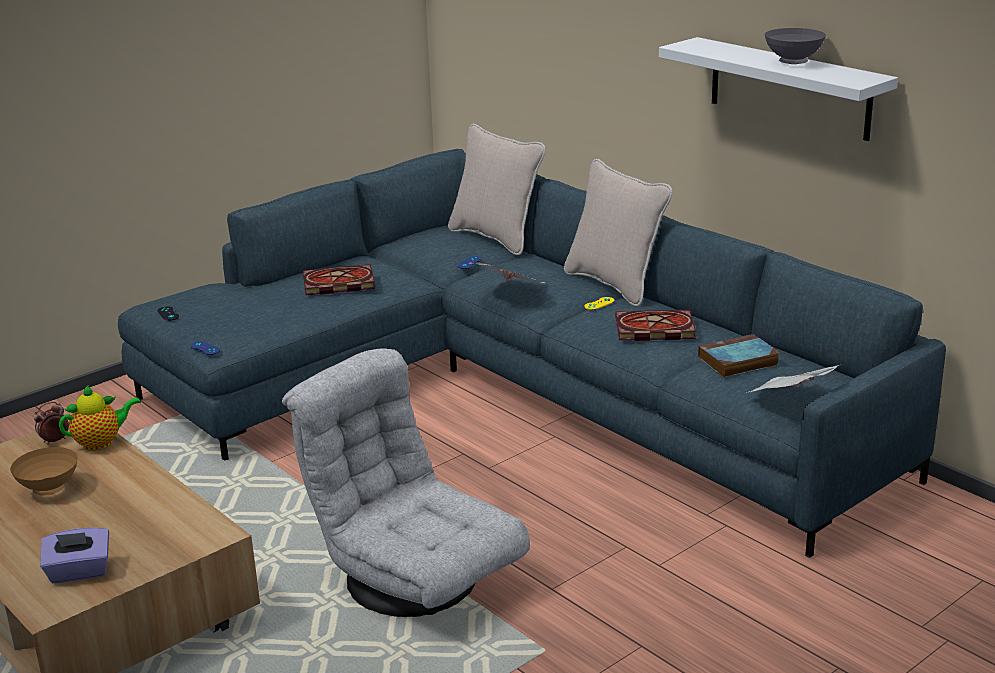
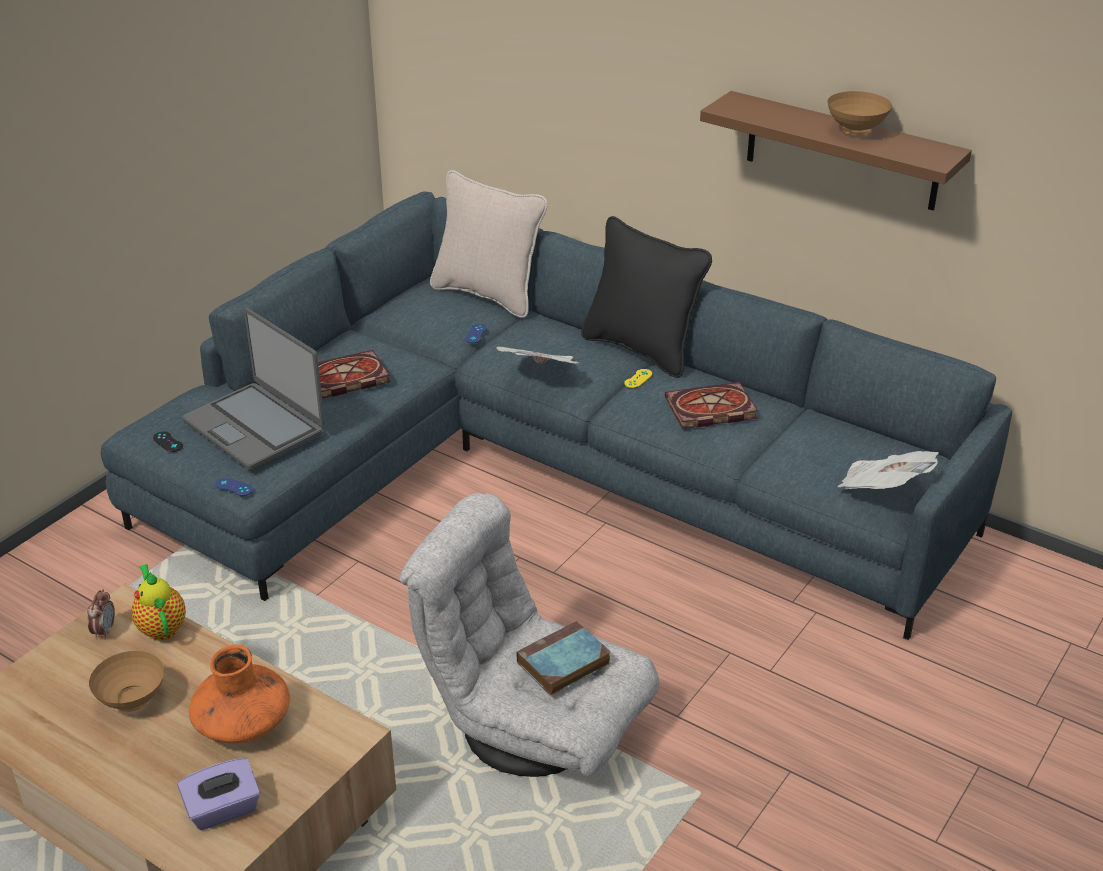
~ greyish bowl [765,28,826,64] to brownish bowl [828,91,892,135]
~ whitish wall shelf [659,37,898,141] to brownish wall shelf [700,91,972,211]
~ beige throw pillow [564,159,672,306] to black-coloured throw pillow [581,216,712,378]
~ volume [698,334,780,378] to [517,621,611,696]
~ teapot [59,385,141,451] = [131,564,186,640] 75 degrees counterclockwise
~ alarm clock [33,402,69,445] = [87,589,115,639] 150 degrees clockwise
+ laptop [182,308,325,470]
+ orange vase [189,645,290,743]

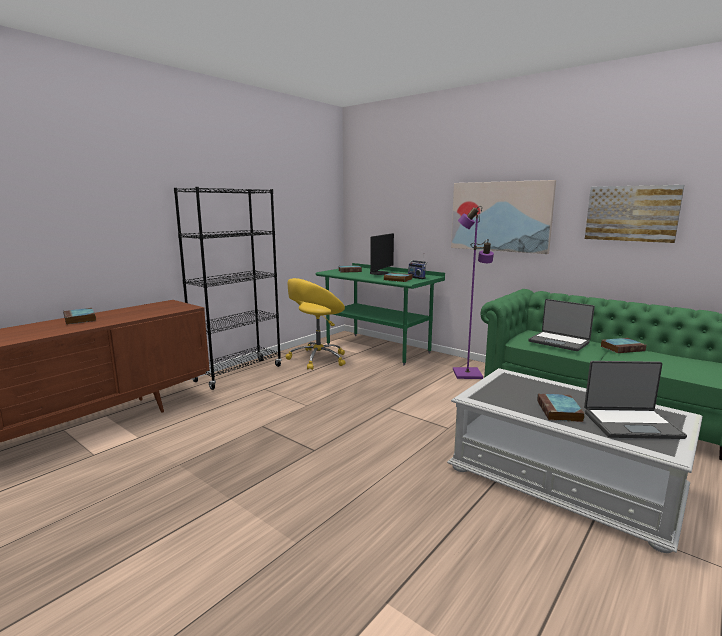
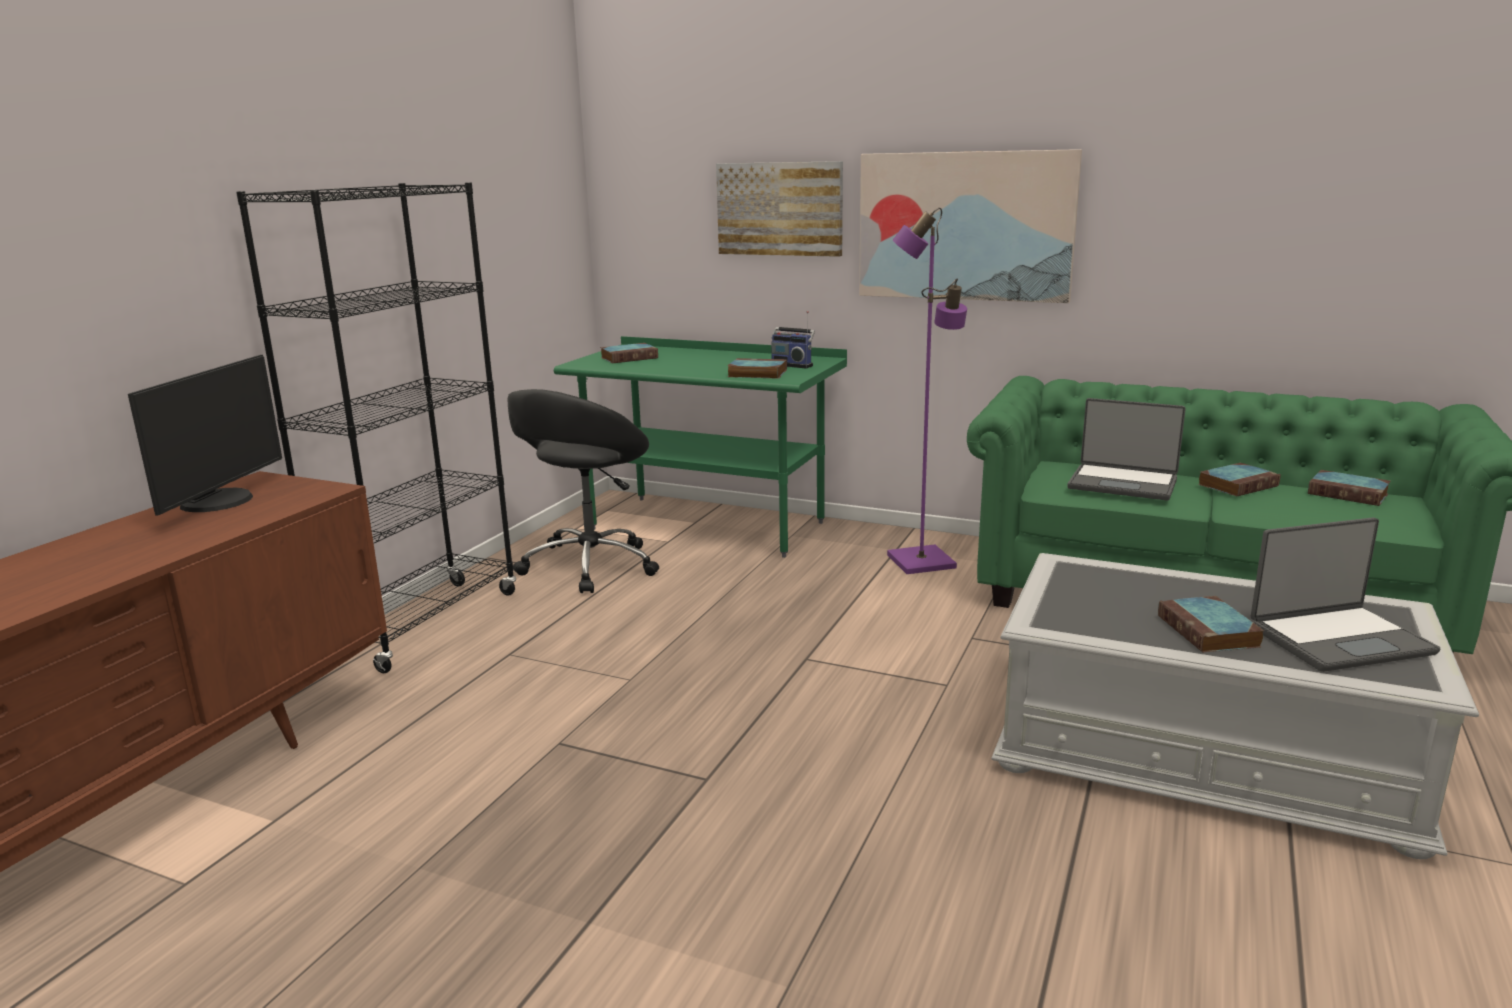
~ wall art [585,185,684,243] to [716,161,843,257]
~ computer screen [370,233,394,275] to [128,355,282,516]
~ yellow-coloured office chair [285,278,346,370] to black-coloured office chair [507,389,659,593]
~ volume [63,308,96,325] to [1308,470,1391,506]

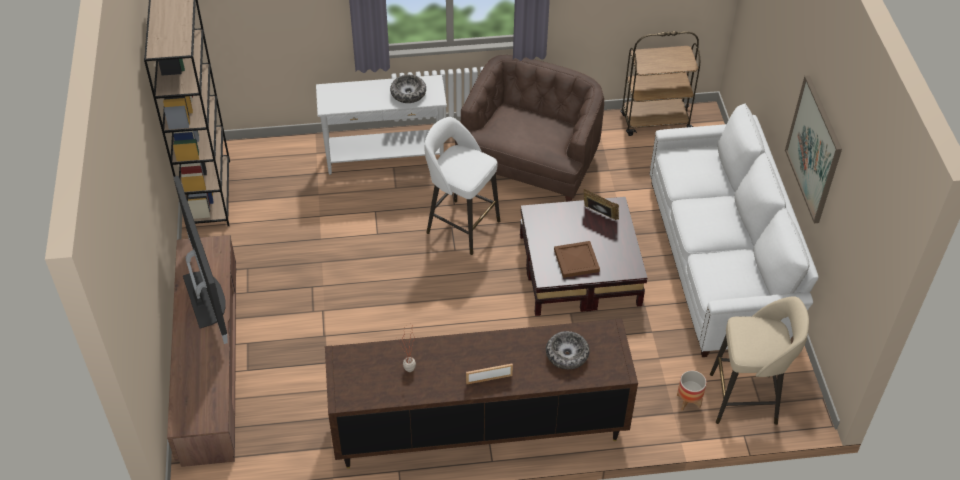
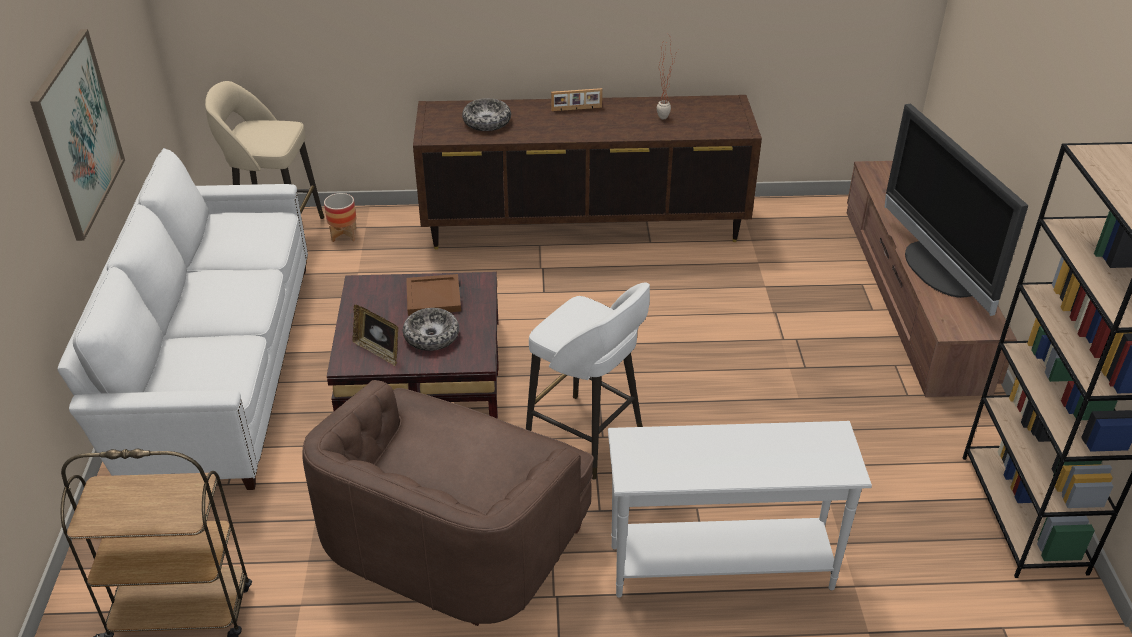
~ bowl [390,75,426,103] to [403,308,459,351]

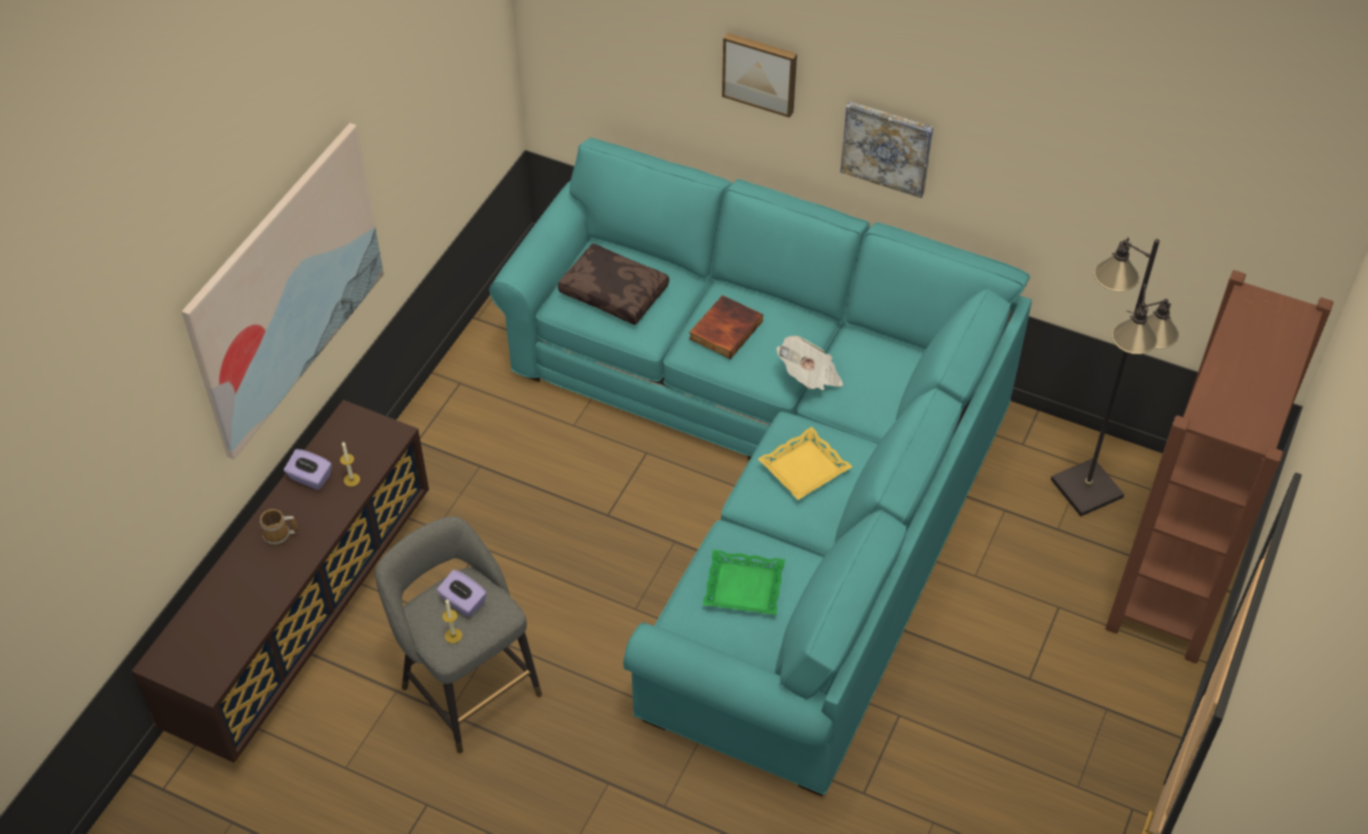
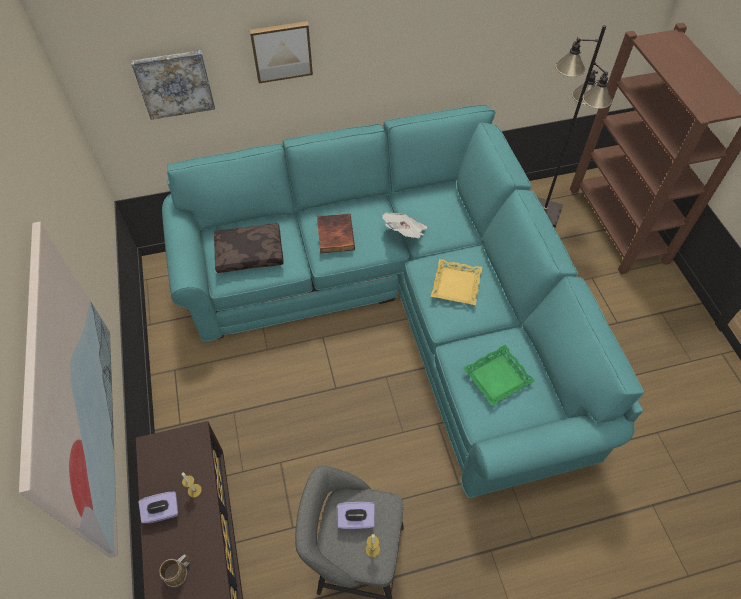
~ wall art [840,101,933,198] to [131,50,215,120]

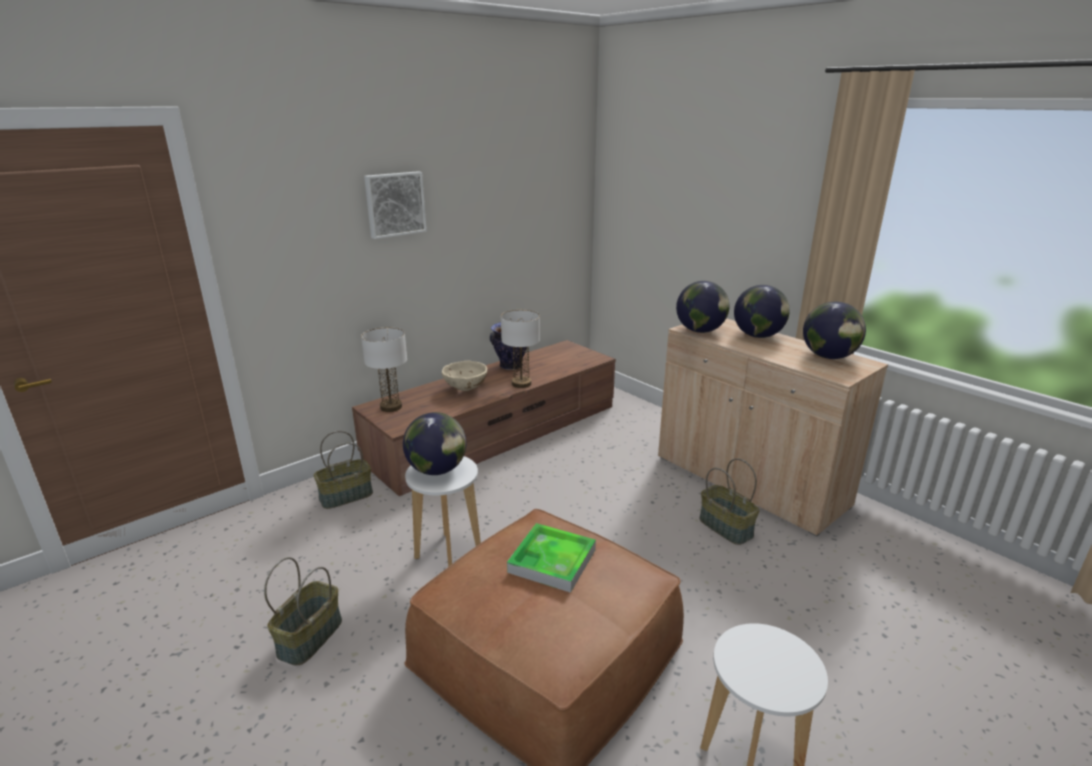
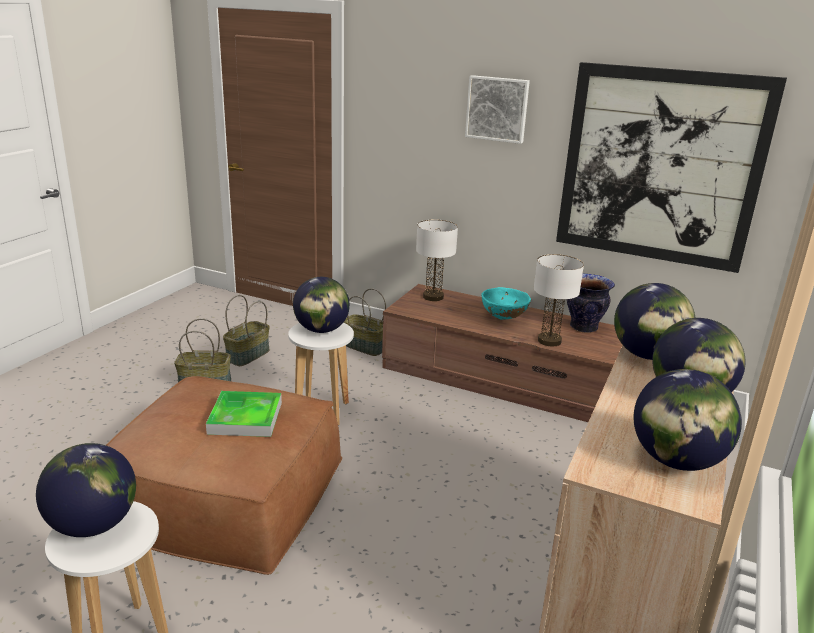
~ beige bowl [442,361,487,391] to blue-green bowl [481,287,531,320]
~ household basket [700,458,759,545] to [223,295,270,366]
+ wall art [556,62,787,273]
+ globe [36,443,136,537]

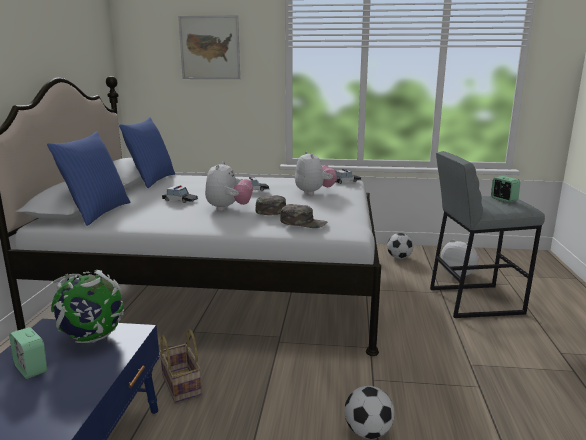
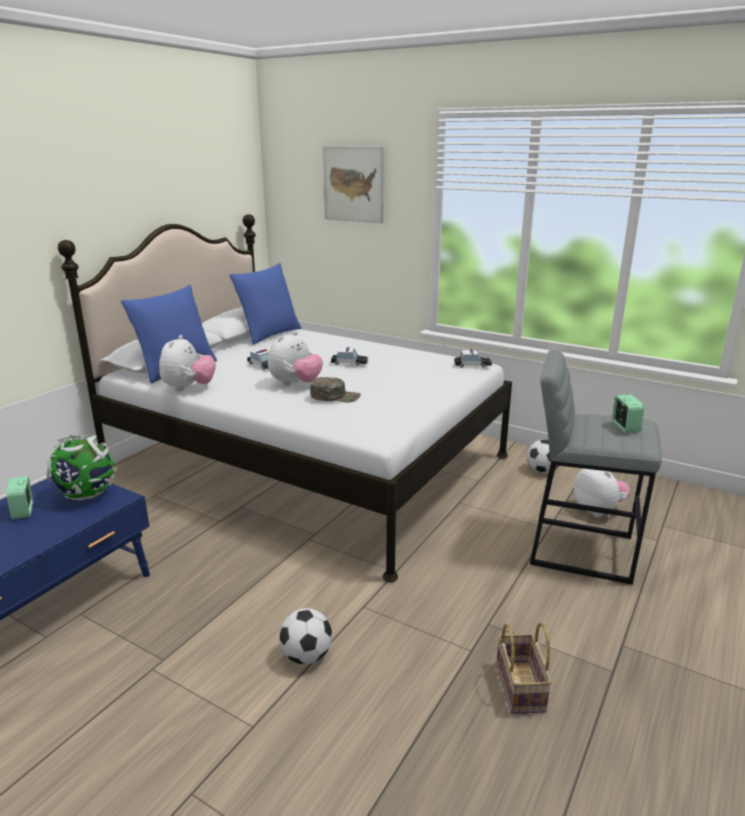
~ cuddly toy [295,151,337,195] to [159,335,216,392]
- greenish cap [280,204,328,228]
~ household basket [159,329,202,403] to [496,622,552,714]

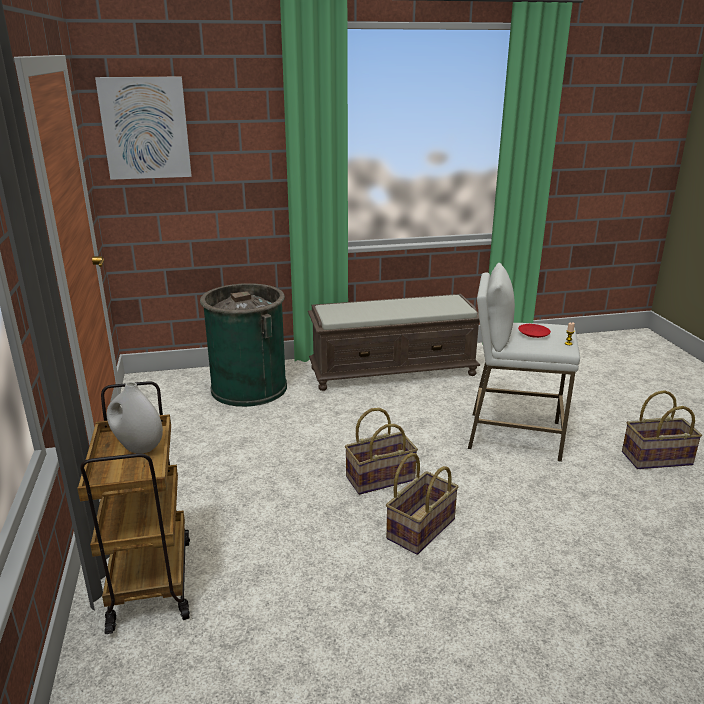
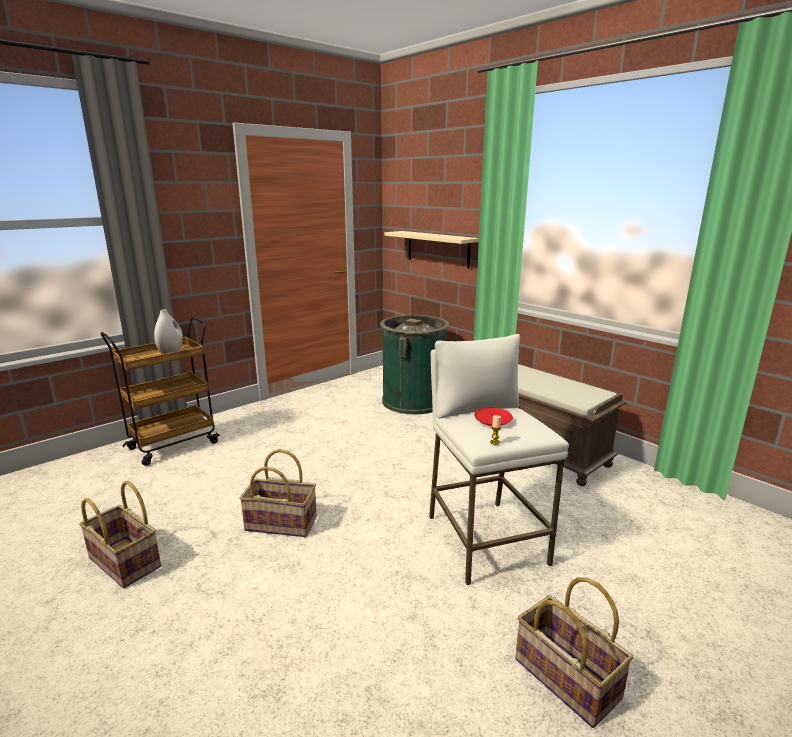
- wall art [95,77,192,180]
~ household basket [345,408,418,495] to [79,481,161,588]
+ beige wall shelf [384,231,479,268]

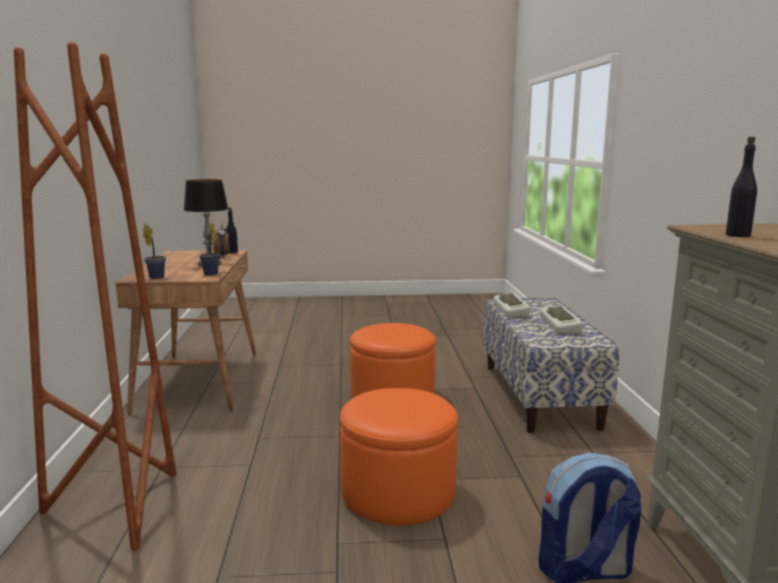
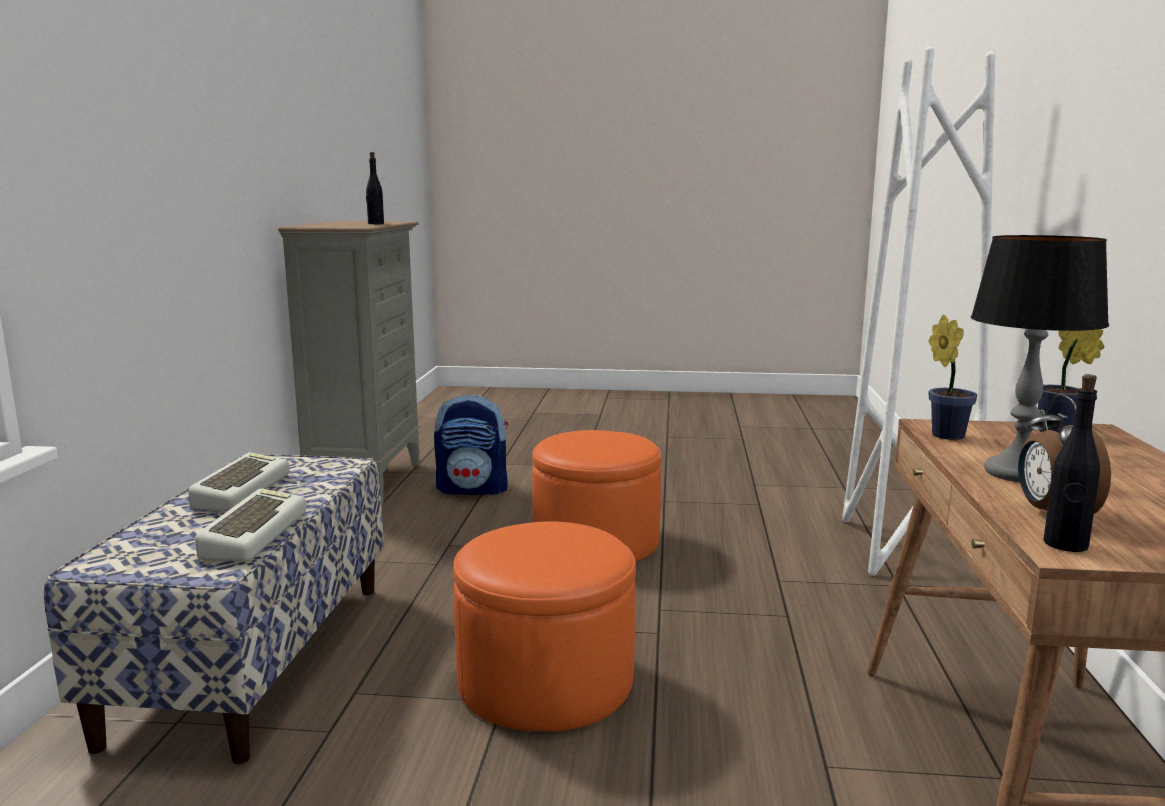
~ brownish garment rack [14,42,176,551] to whitish garment rack [842,46,995,576]

